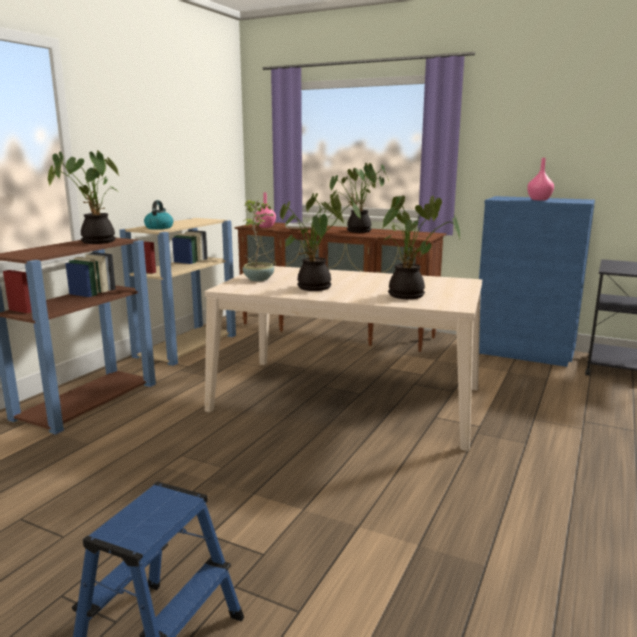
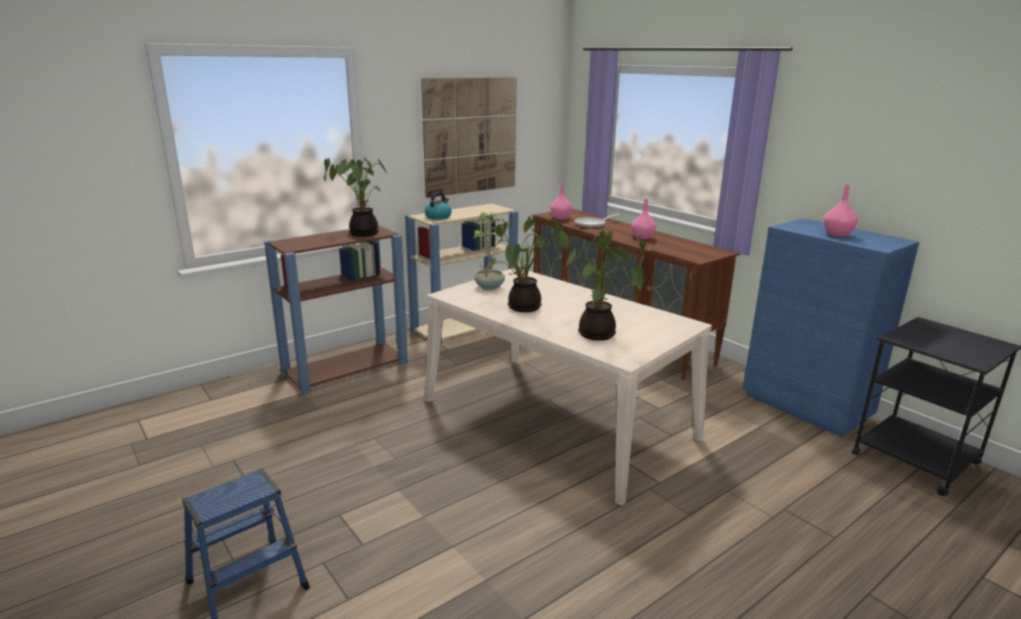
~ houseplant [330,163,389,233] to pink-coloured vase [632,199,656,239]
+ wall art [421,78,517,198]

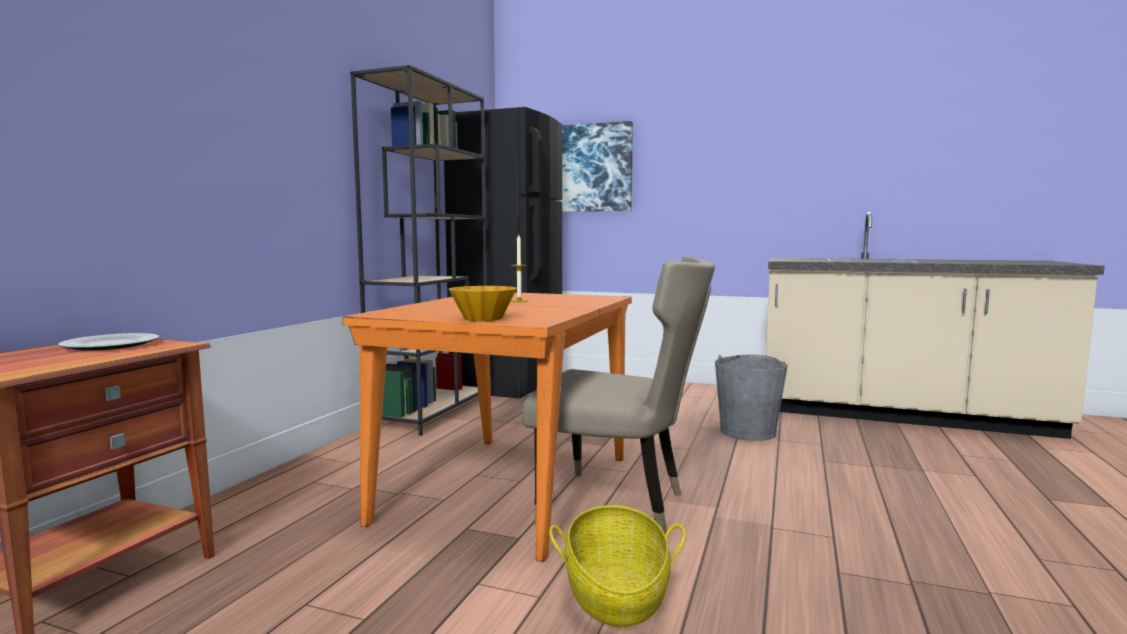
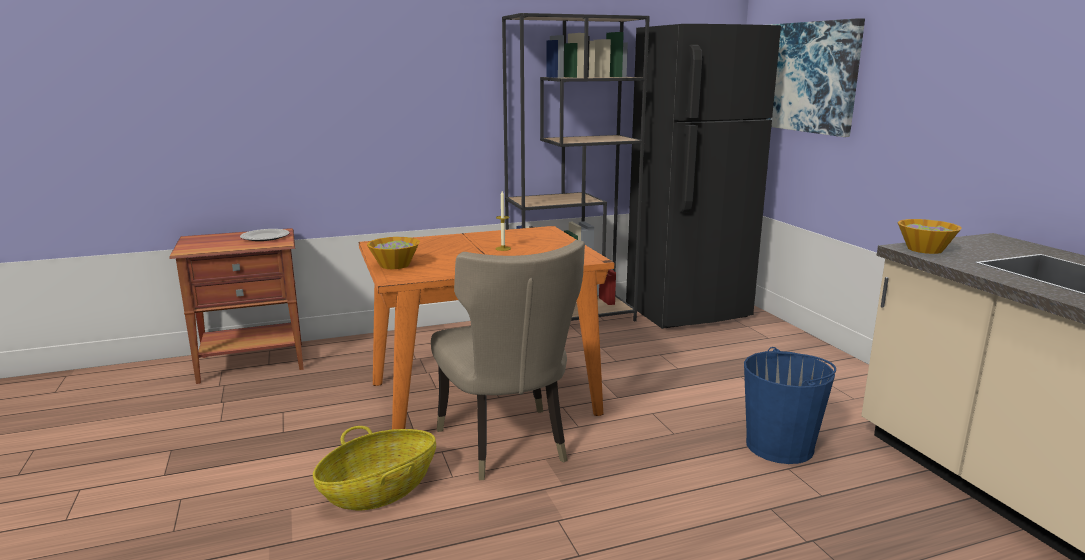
~ greyish bucket [715,355,788,441] to bluish bucket [744,347,836,464]
+ bowl [897,219,962,254]

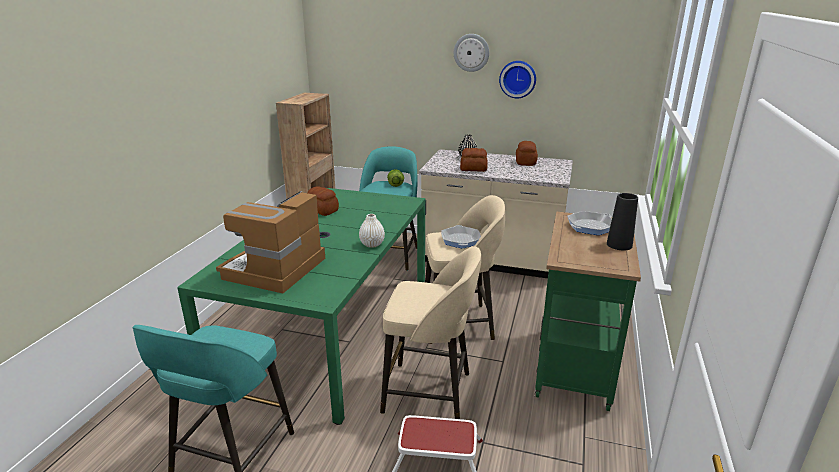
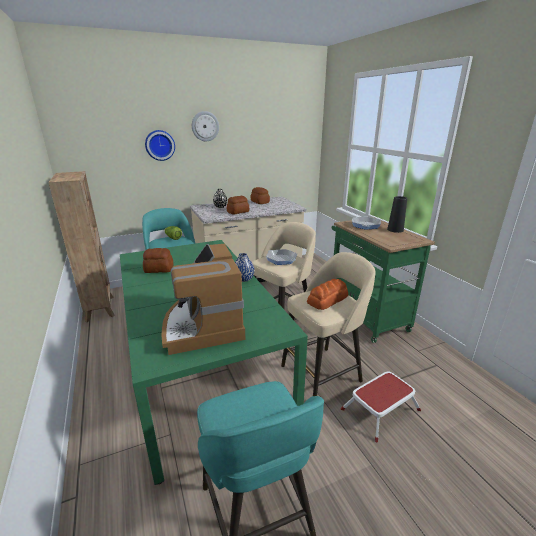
~ wall clock [499,61,536,99] to [145,130,175,161]
~ whitish vase [359,214,385,248] to bluish vase [235,253,254,282]
+ baked bread [307,279,348,310]

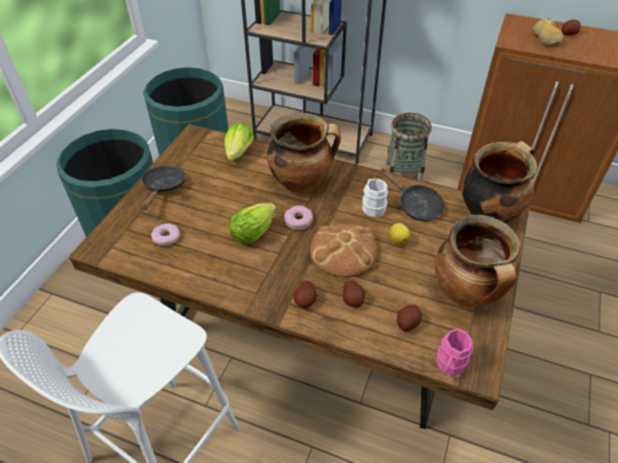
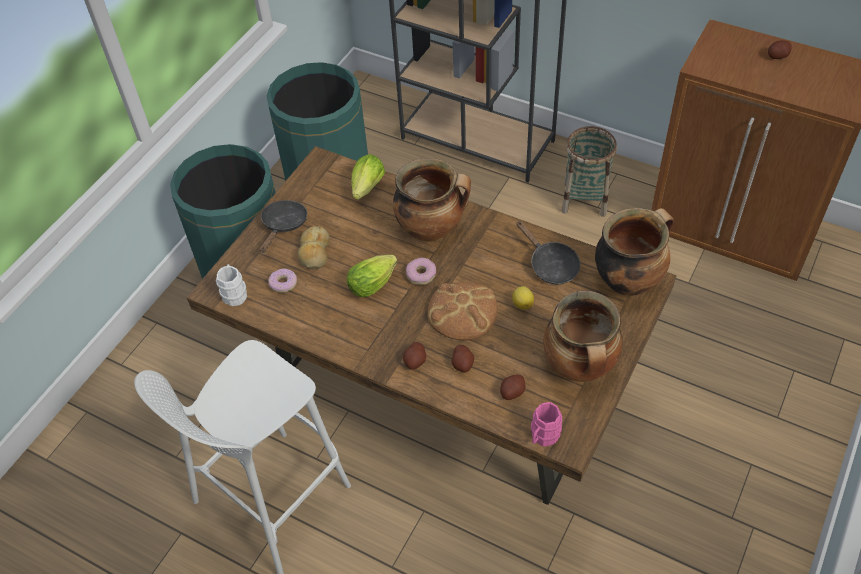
~ baked bread [532,18,563,47] to [298,226,330,269]
~ whitish tea mug [362,178,388,217] to [216,264,247,306]

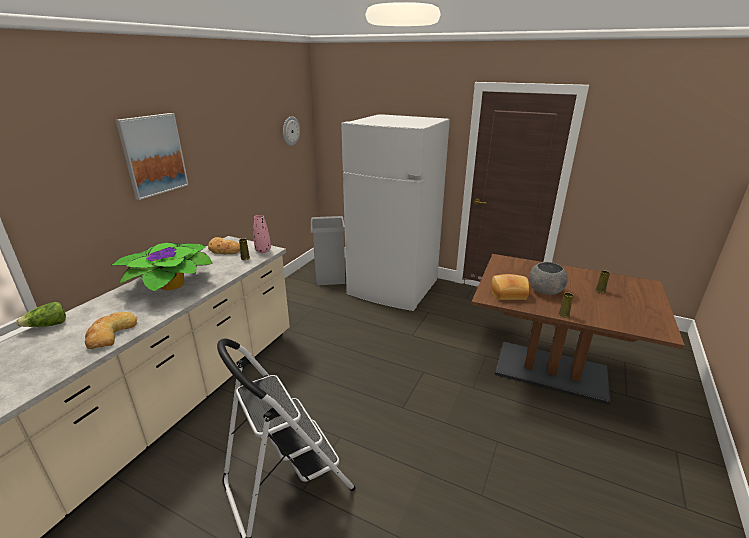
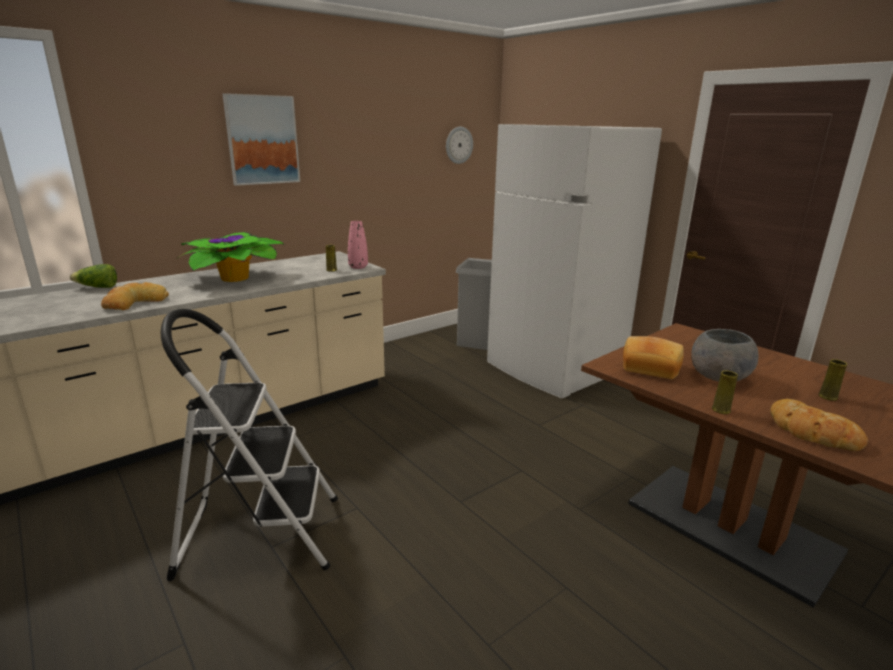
~ baked bread [208,237,240,254] to [770,399,868,451]

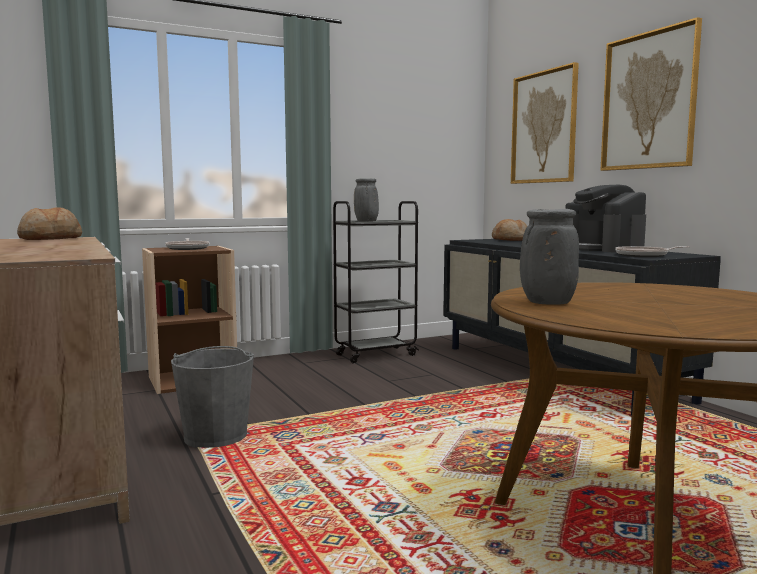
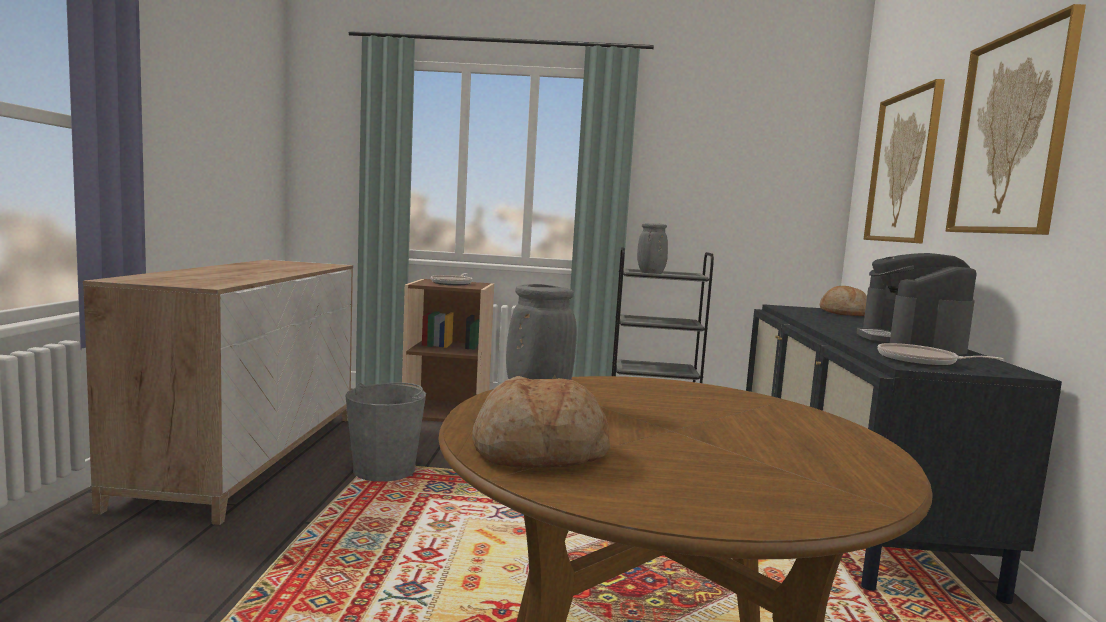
~ baked bread [17,207,82,240] to [472,376,610,468]

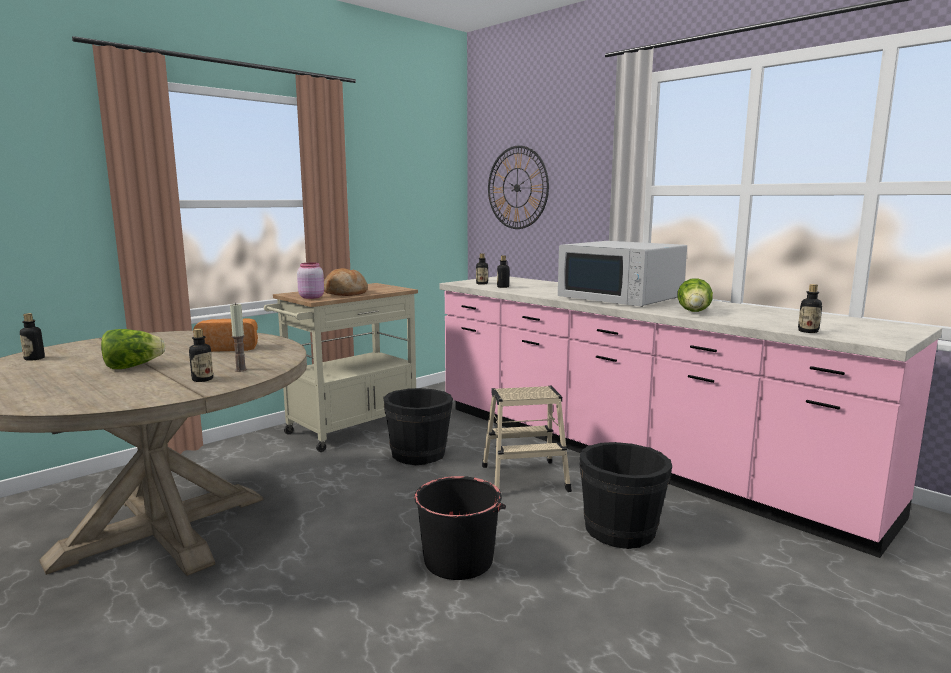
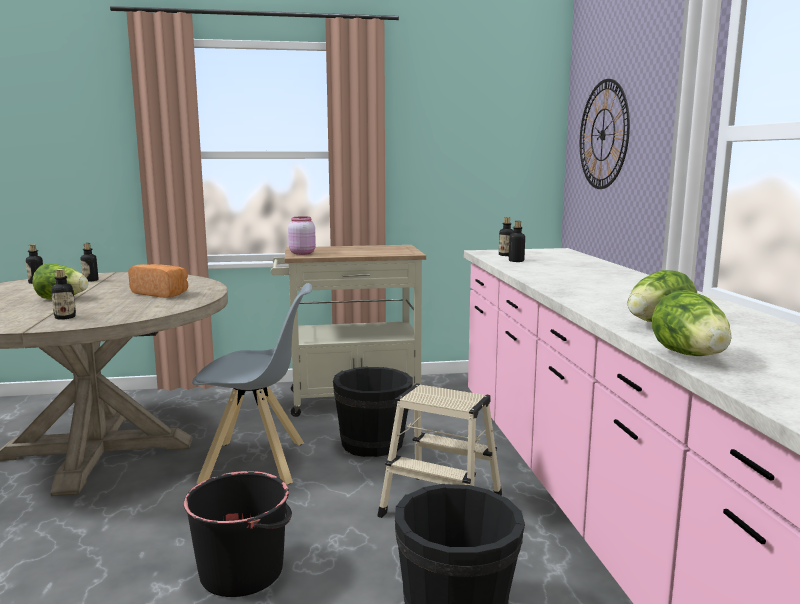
- whitish microwave [558,241,687,307]
- baked bread [324,268,368,296]
~ beverage bottle [798,284,822,333] to [80,243,98,282]
- candle [230,302,247,372]
+ greyish plain chair [192,283,312,485]
+ lettuce head [652,290,732,356]

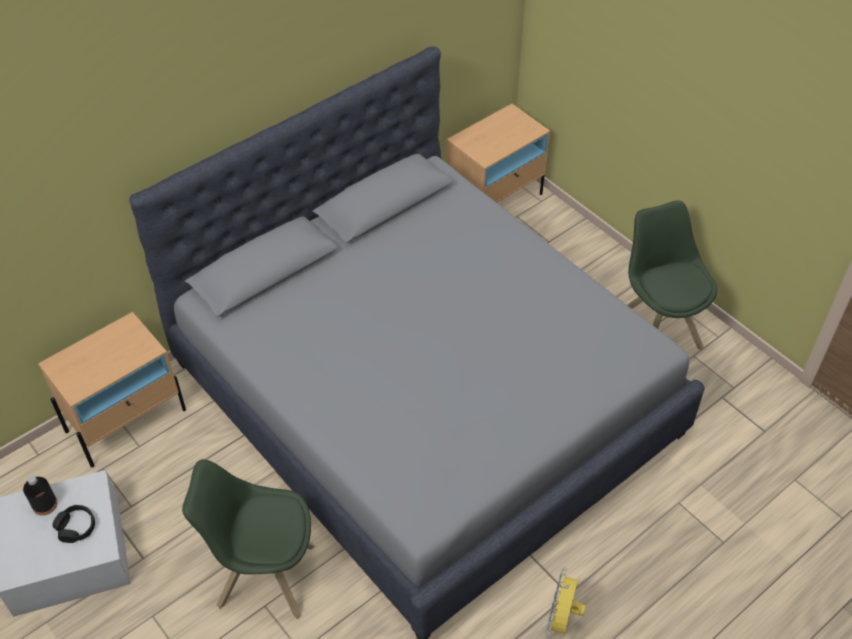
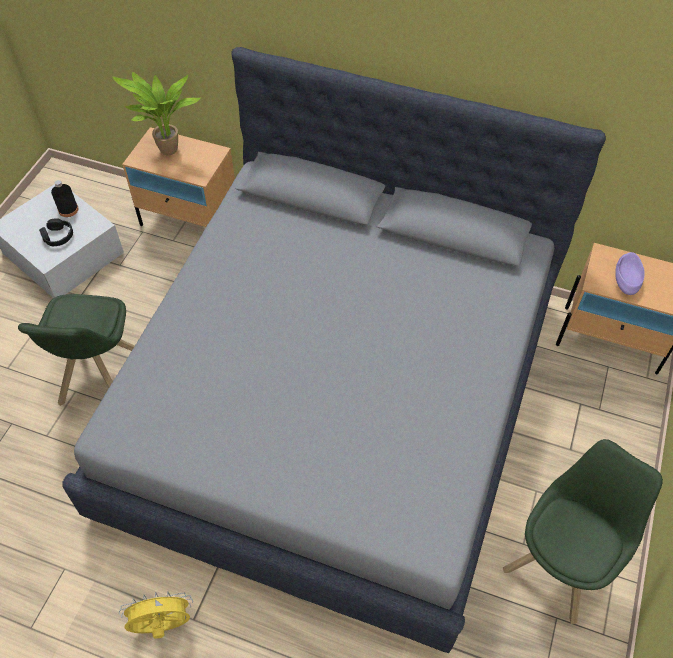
~ greenish plain chair [182,459,315,619] = [18,294,135,406] 150 degrees counterclockwise
+ houseplant [112,72,201,155]
+ purple bowl [615,252,645,295]

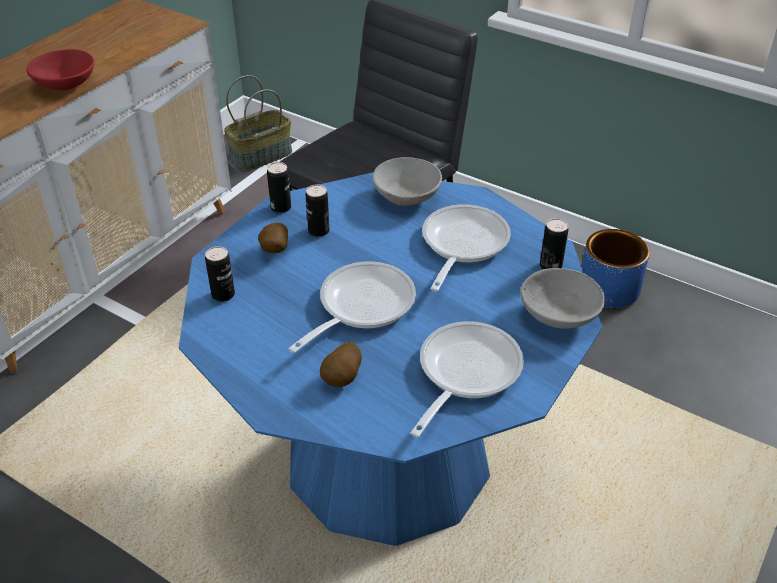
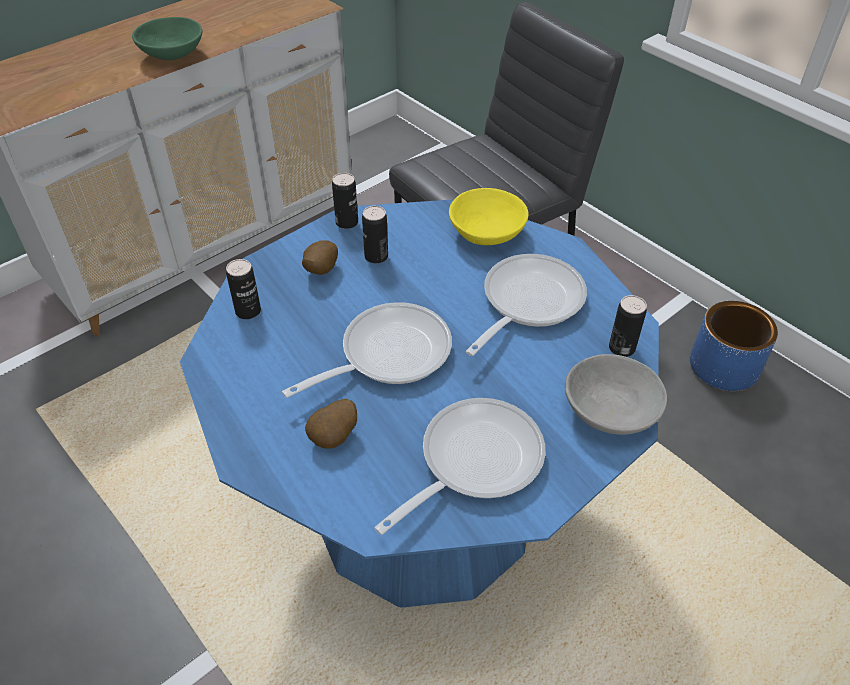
~ red-coloured bowl [27,49,95,90] to greenish bowl [132,17,202,60]
- household basket [224,75,292,171]
~ greyish bowl [372,157,442,206] to yellow-coloured bowl [449,188,529,245]

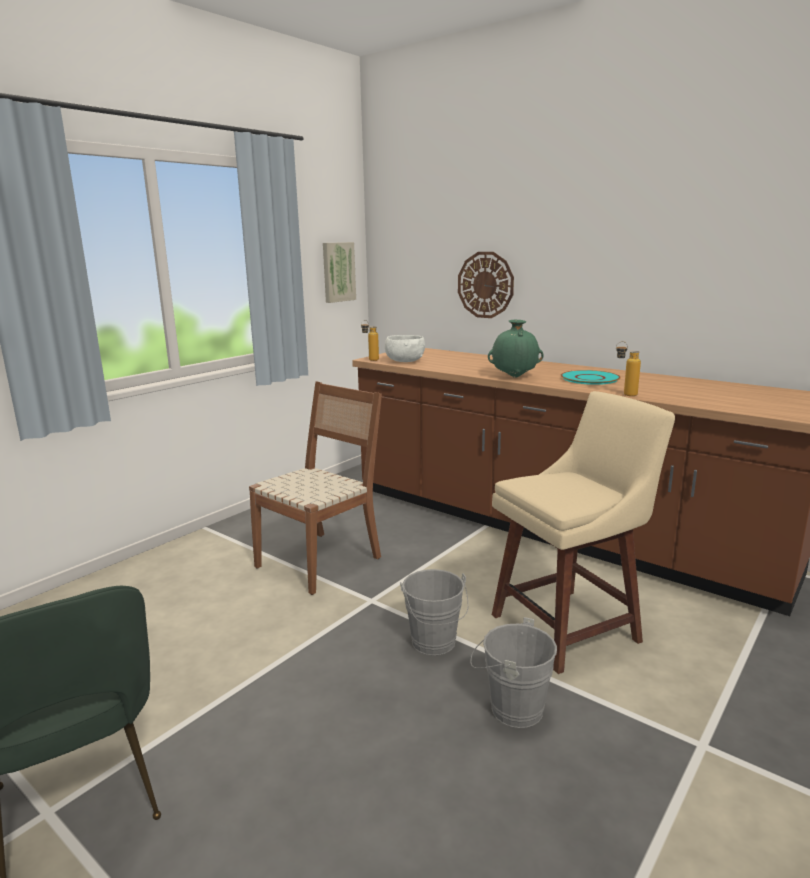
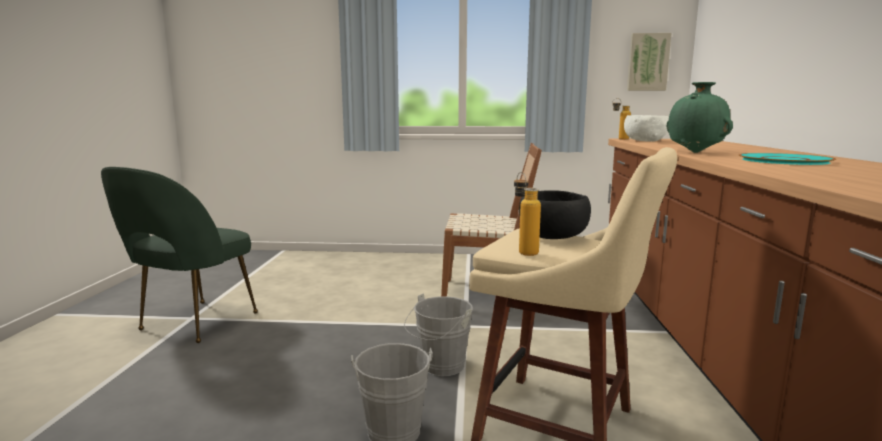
- wall clock [458,252,514,318]
~ beverage bottle [616,341,641,396] to [514,172,541,256]
+ black-coloured bowl [519,190,591,239]

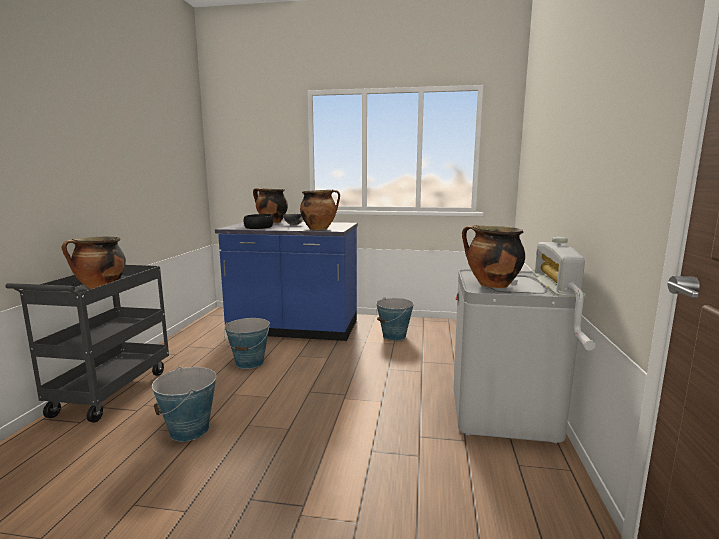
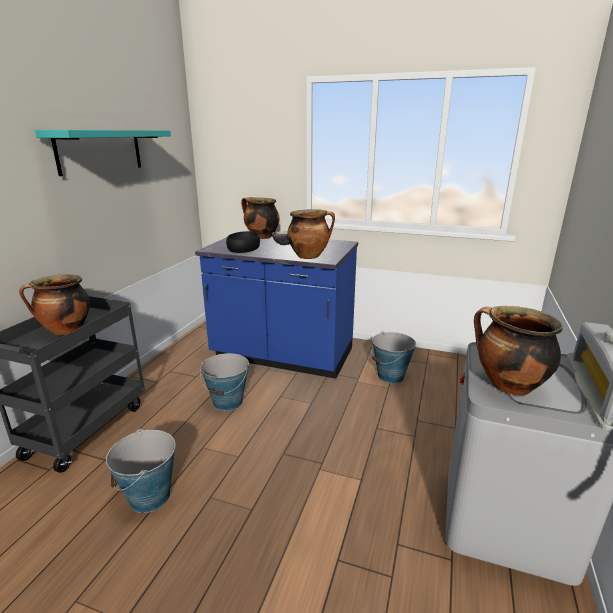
+ blue-green wall shelf [35,130,171,176]

